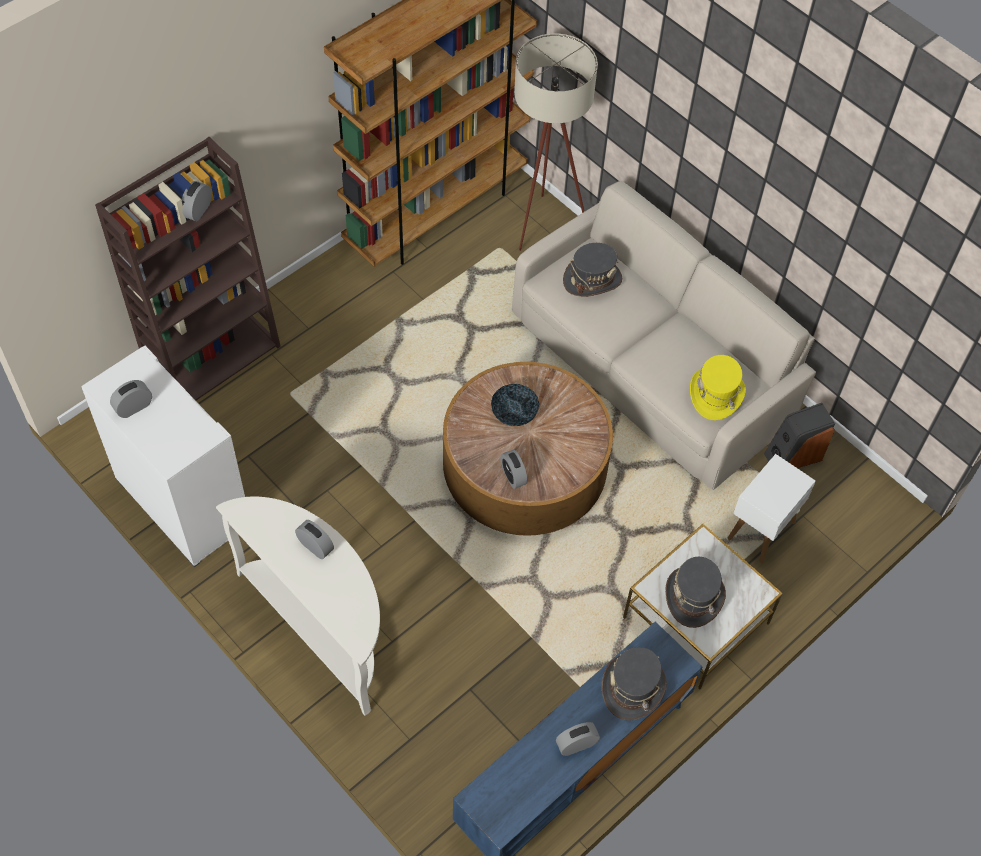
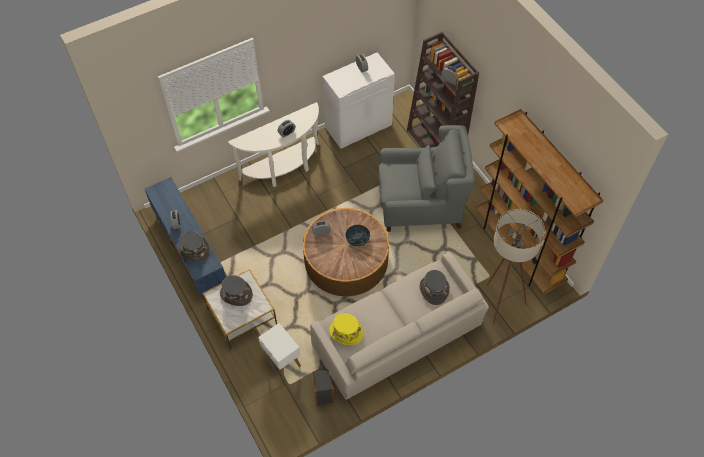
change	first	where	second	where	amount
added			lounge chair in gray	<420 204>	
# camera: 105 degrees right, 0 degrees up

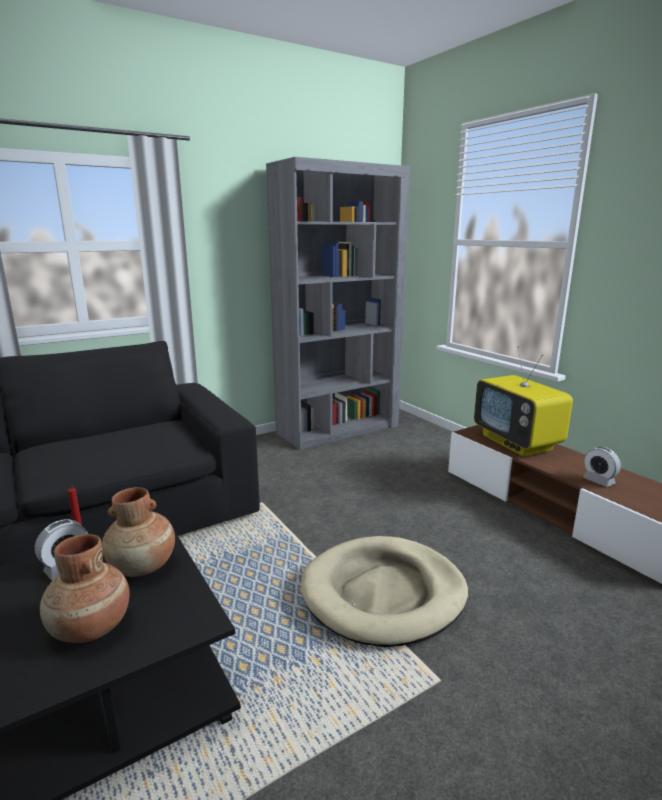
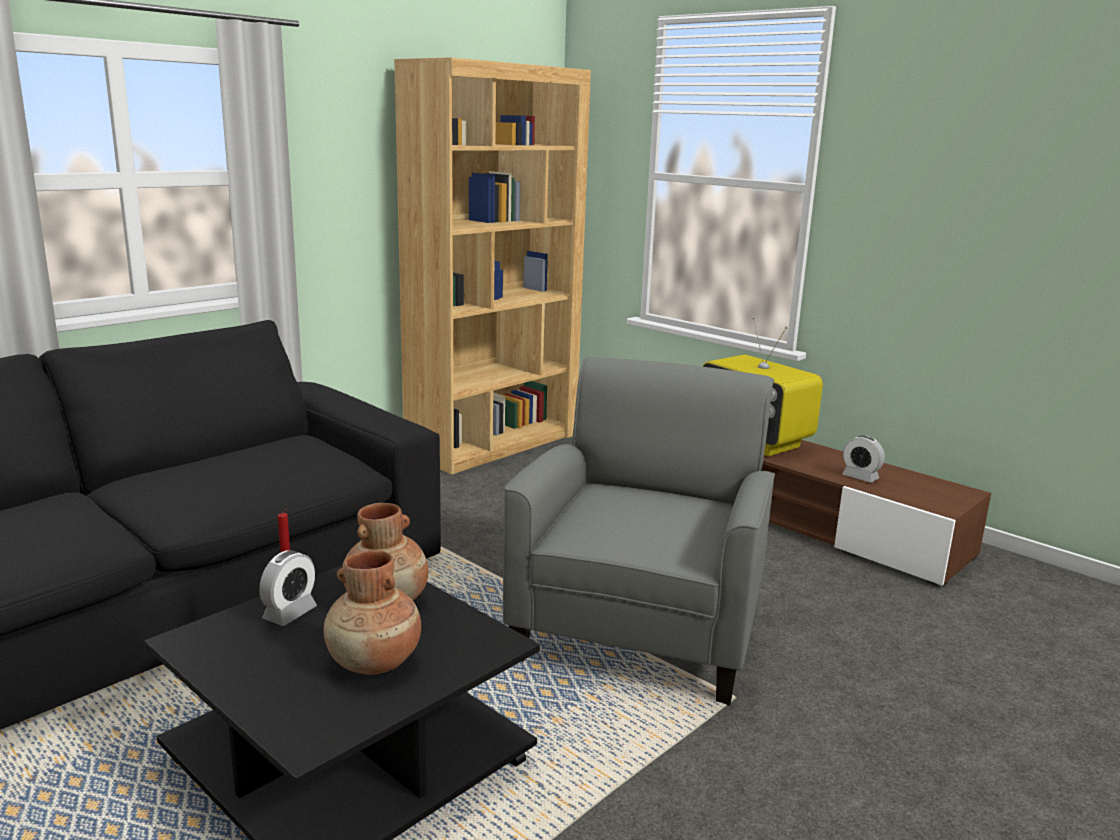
change	first	where	second	where	amount
recoloured	bookshelf in gray	<338 429>	bookshelf in brown	<494 444>	
replaced	dog cushion in beige	<383 594>	lounge chair in gray	<640 627>	
# camera: 15 degrees left, 0 degrees up

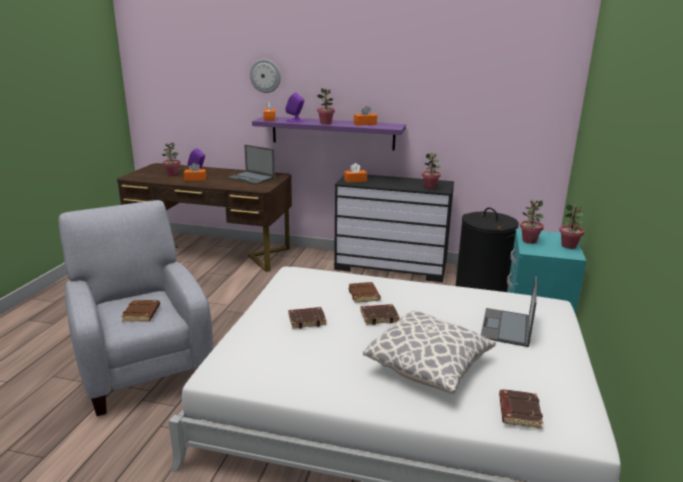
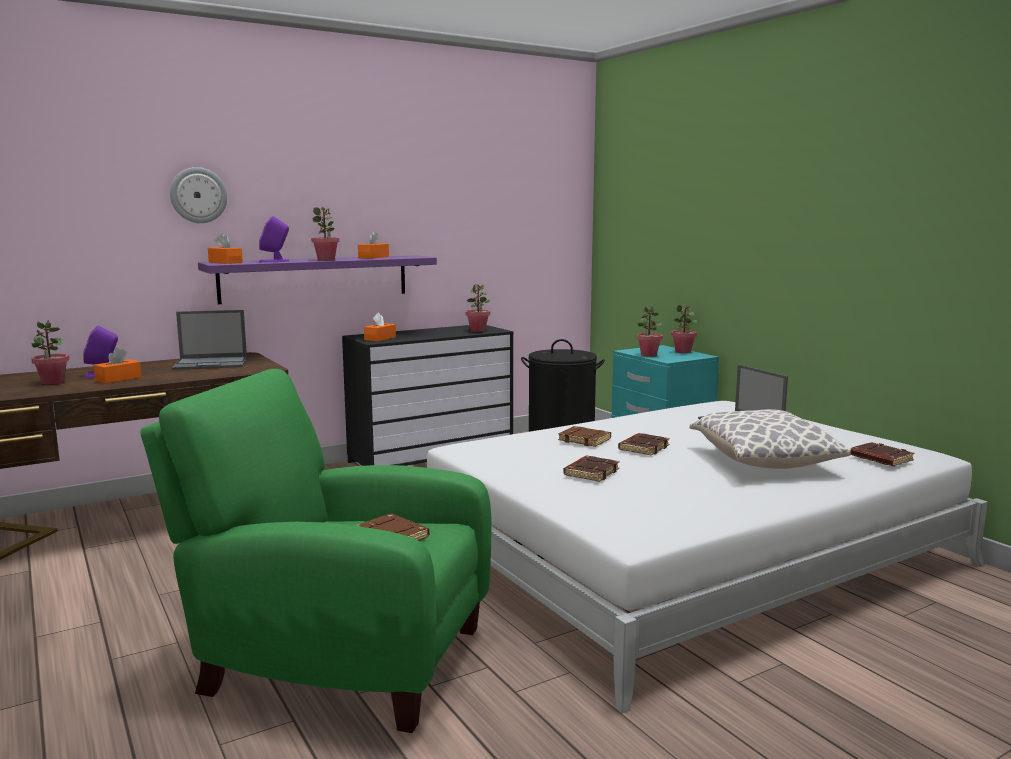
change	first	where	second	where	amount
recoloured	lounge chair in gray	<143 363>	lounge chair in greenish	<337 657>	
# camera: 45 degrees left, 10 degrees down

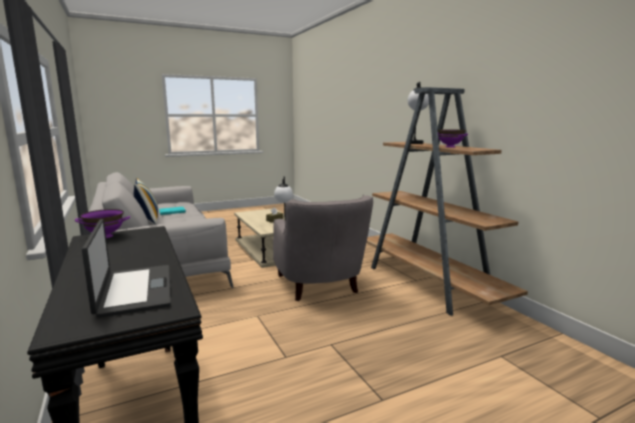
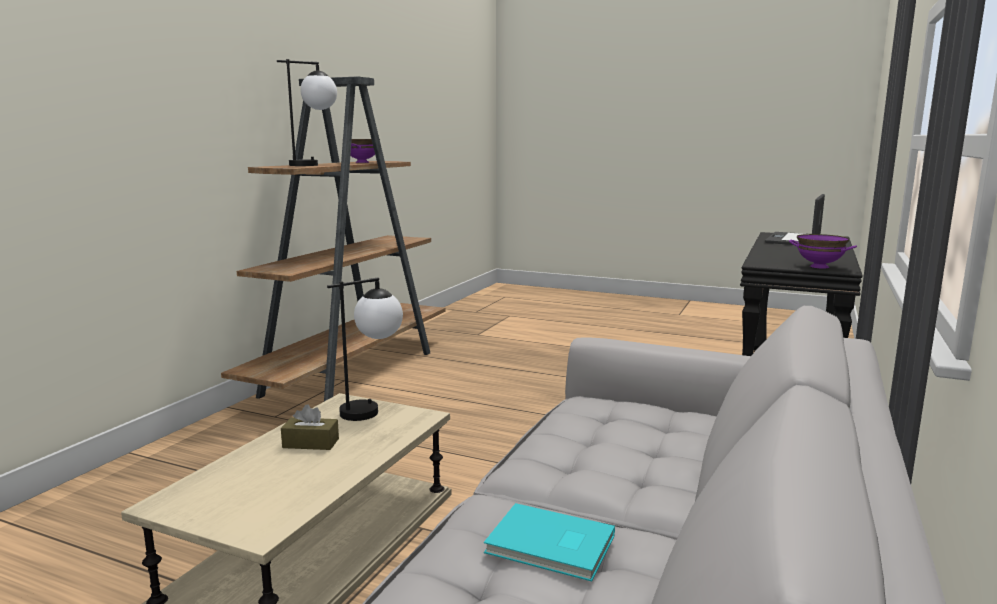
change	first	where	second	where	amount
removed	cushion	<148 219>			
removed	lounge chair in gray	<320 286>			
# camera: 130 degrees left, 0 degrees up

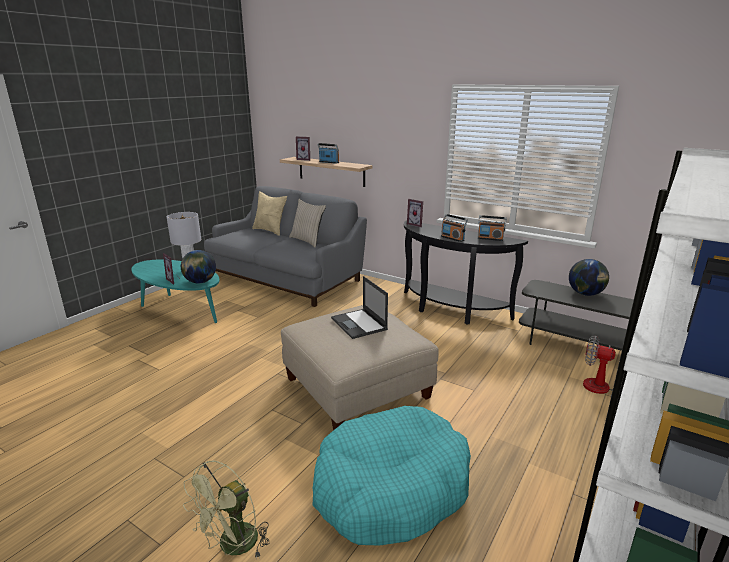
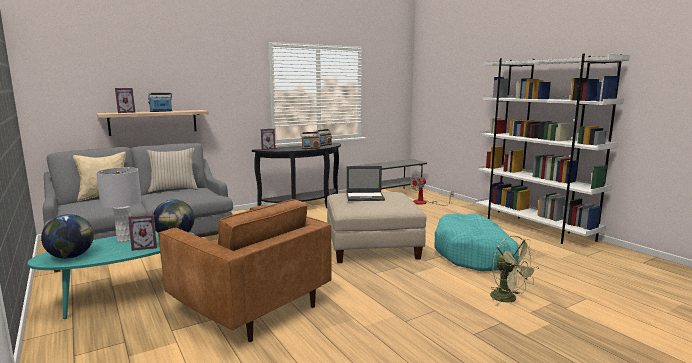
change	first	where	second	where	amount
moved	desk globe	<585 294>		<71 256>	
added			lounge chair in brown	<250 306>	
# camera: 65 degrees left, 10 degrees down

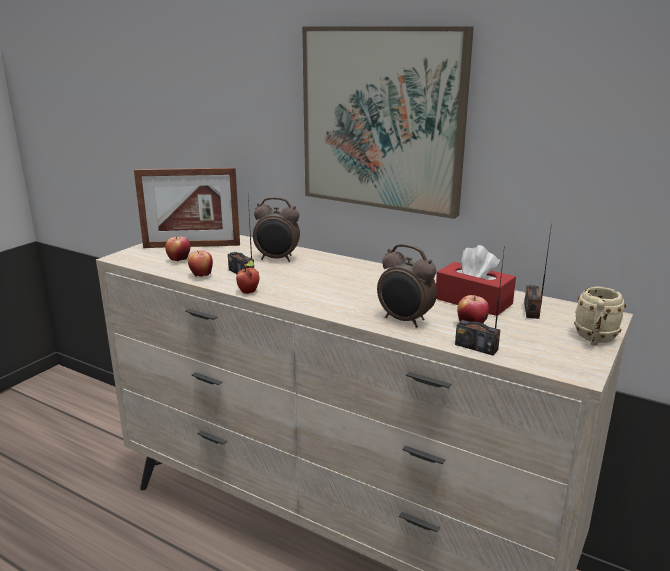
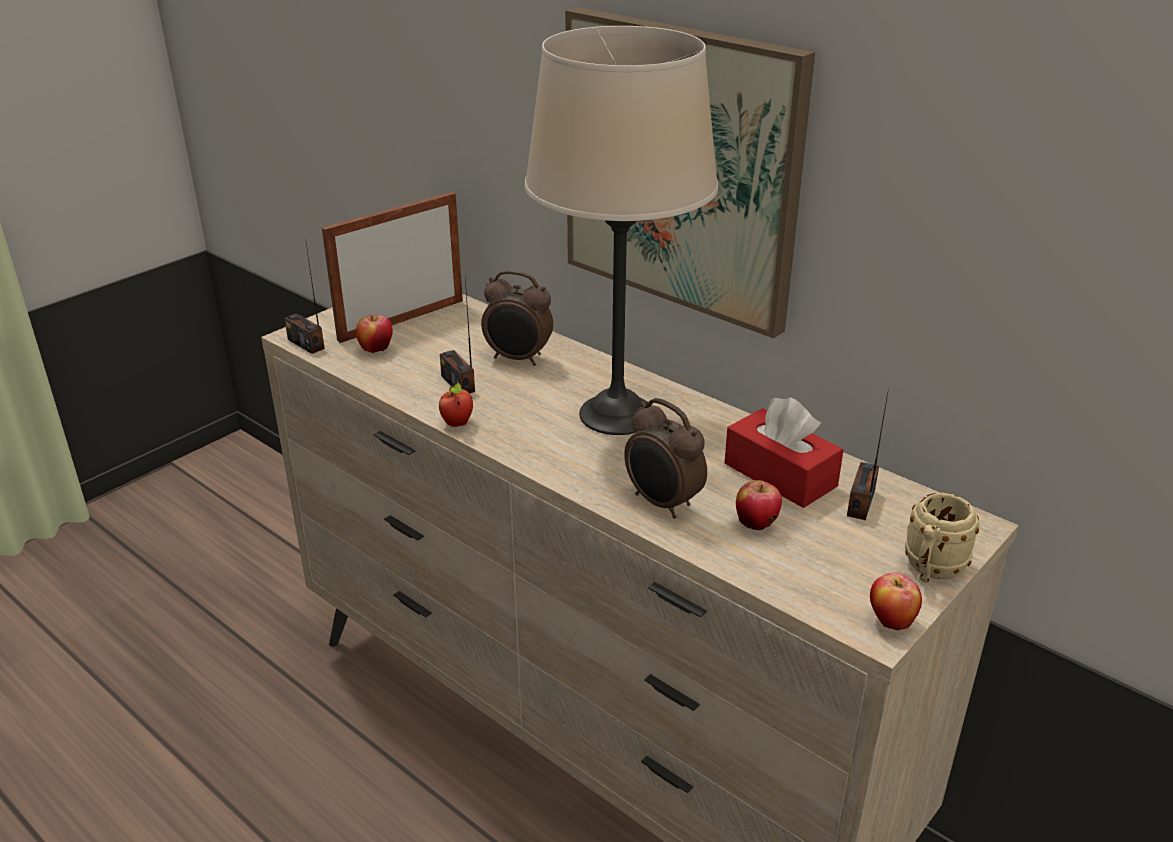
change	first	where	second	where	amount
turned	photo frame	<192 246>		<402 320>	135 degrees clockwise
moved	whole apple	<201 276>		<890 621>	
moved	radio	<476 347>		<306 344>	
added			table lamp in beige	<617 415>	
# camera: 10 degrees right, 10 degrees up

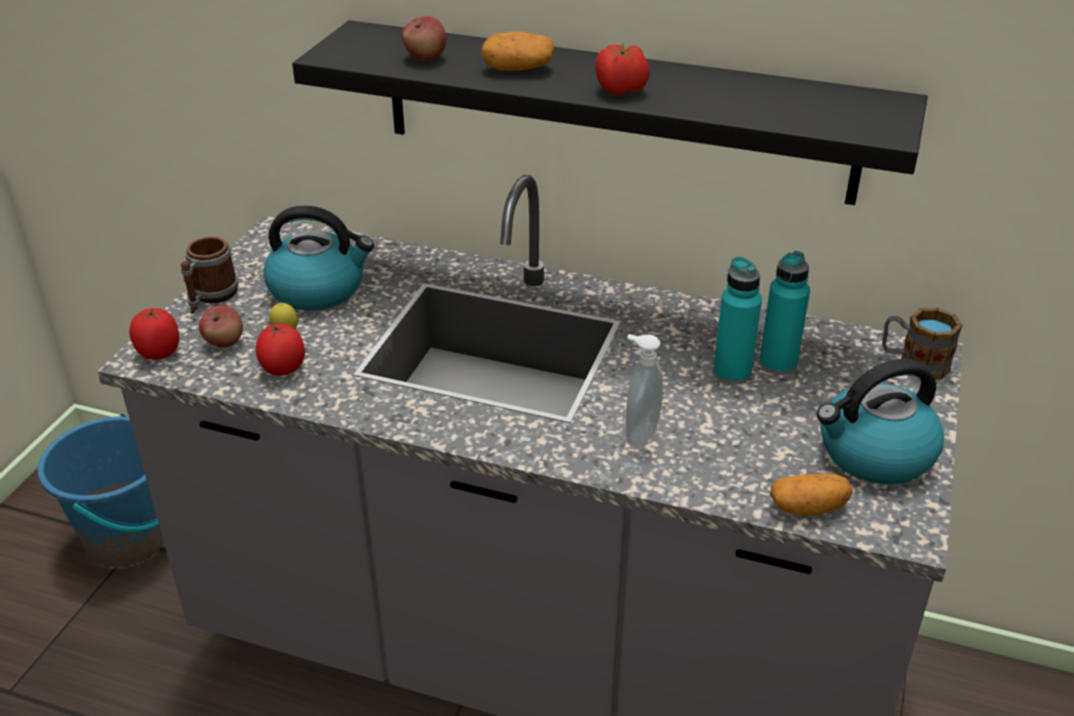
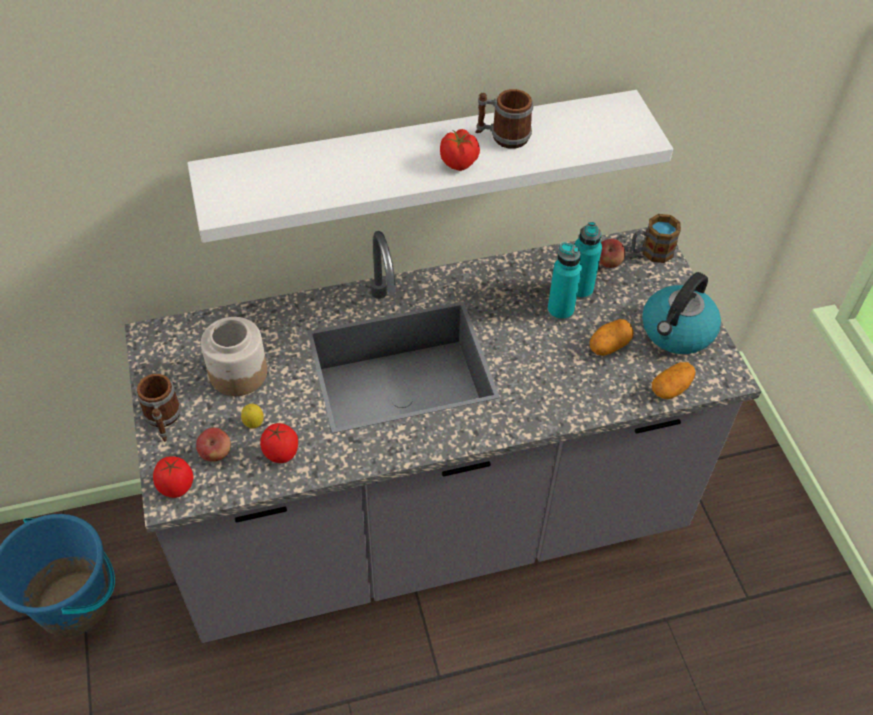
change	first	where	second	where	amount
moved	whole apple	<425 58>		<608 263>	
recoloured	shelf in black-coloured	<615 111>	shelf in whitish	<420 160>	
moved	whole potato	<518 69>		<609 345>	
replaced	tea kettle	<319 289>	preserve jar	<237 373>	
removed	soap dispenser	<639 434>			
added			tea mug	<502 136>	
# camera: 35 degrees left, 15 degrees up

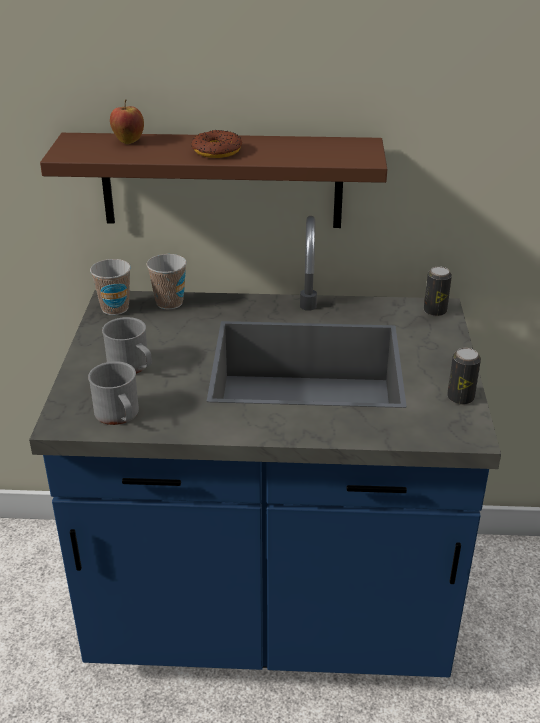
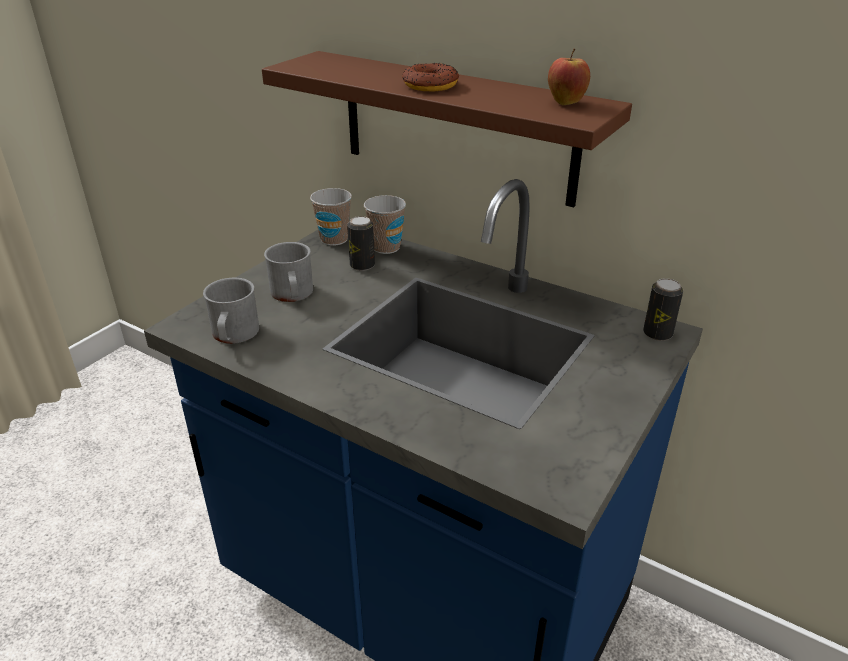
change	first	where	second	where	amount
moved	whole apple	<128 142>		<566 103>	
moved	sealed can	<460 398>		<362 265>	
# camera: 30 degrees right, 0 degrees up

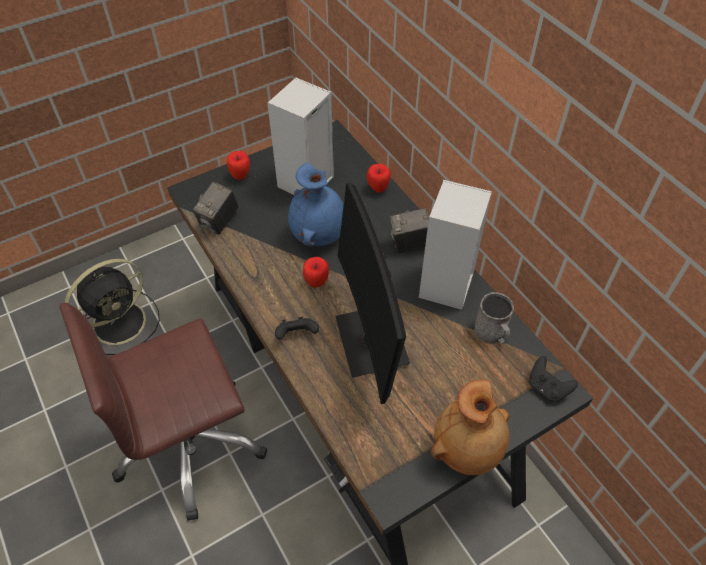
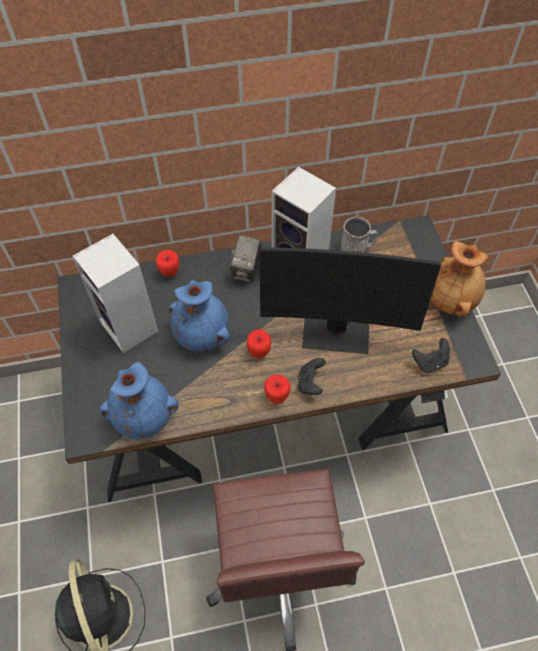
change	first	where	second	where	amount
moved	whole apple	<240 176>		<277 397>	
replaced	photo camera	<219 222>	decorative vase in blue	<144 417>	
moved	joypad in black-coloured	<547 388>		<430 362>	
# camera: 70 degrees left, 5 degrees up

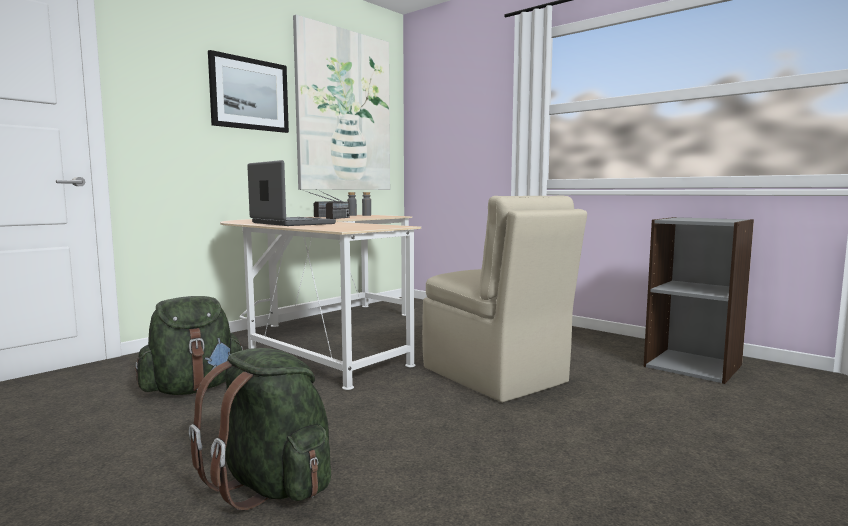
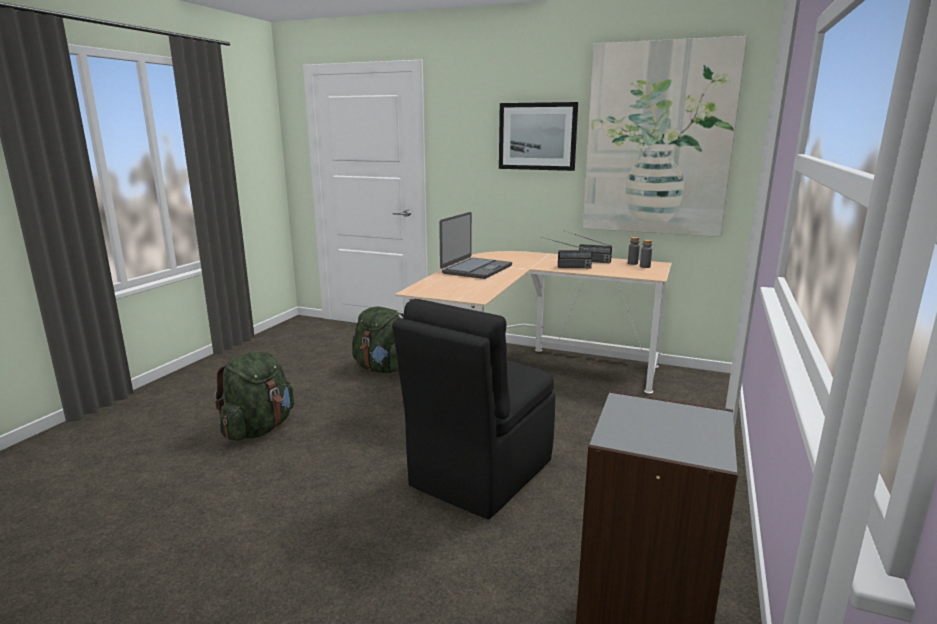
change	first	where	second	where	amount
recoloured	plain chair in beige	<496 376>	plain chair in black-coloured	<479 474>	
# camera: 70 degrees right, 10 degrees up

